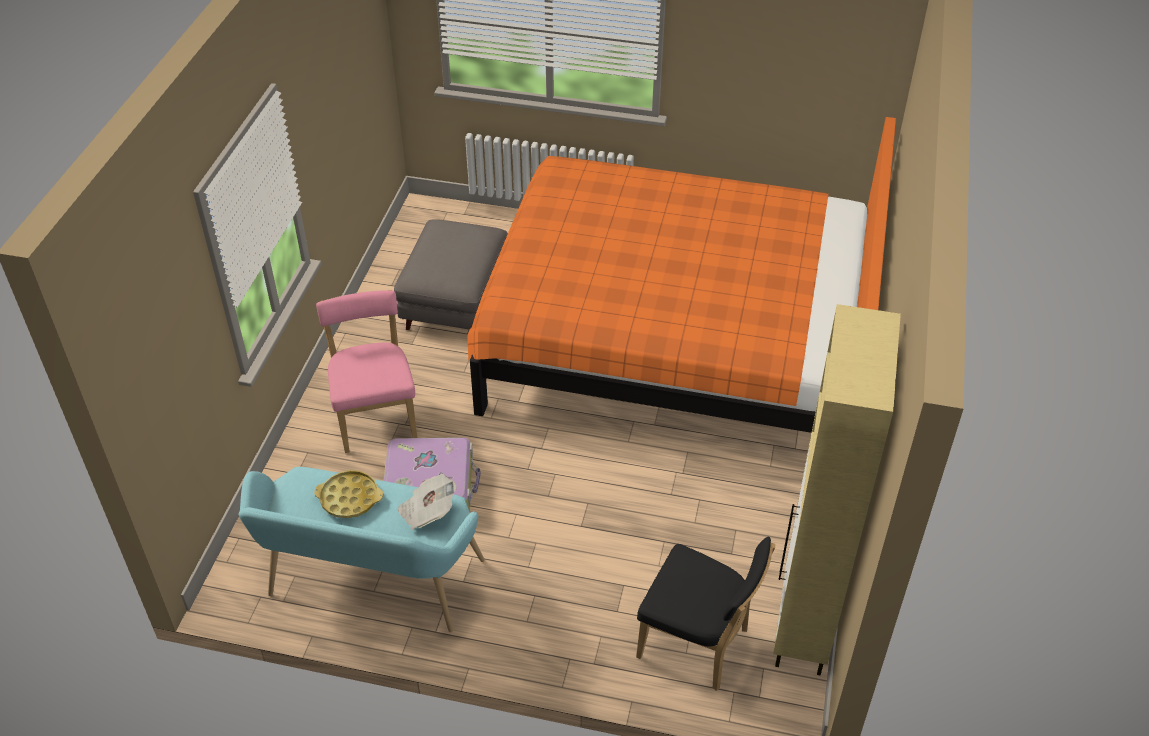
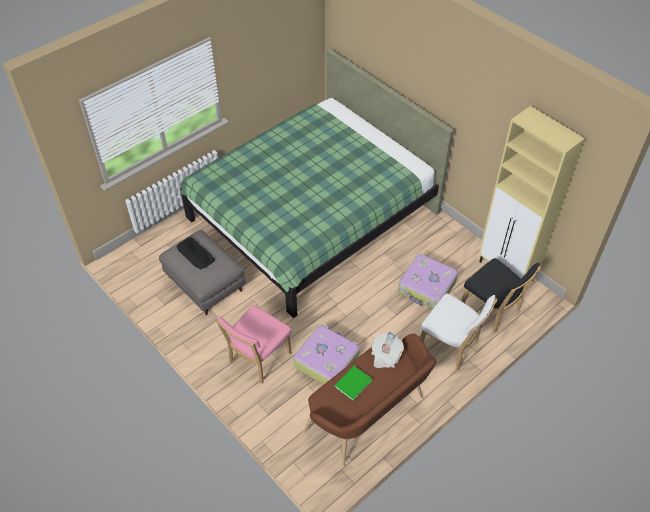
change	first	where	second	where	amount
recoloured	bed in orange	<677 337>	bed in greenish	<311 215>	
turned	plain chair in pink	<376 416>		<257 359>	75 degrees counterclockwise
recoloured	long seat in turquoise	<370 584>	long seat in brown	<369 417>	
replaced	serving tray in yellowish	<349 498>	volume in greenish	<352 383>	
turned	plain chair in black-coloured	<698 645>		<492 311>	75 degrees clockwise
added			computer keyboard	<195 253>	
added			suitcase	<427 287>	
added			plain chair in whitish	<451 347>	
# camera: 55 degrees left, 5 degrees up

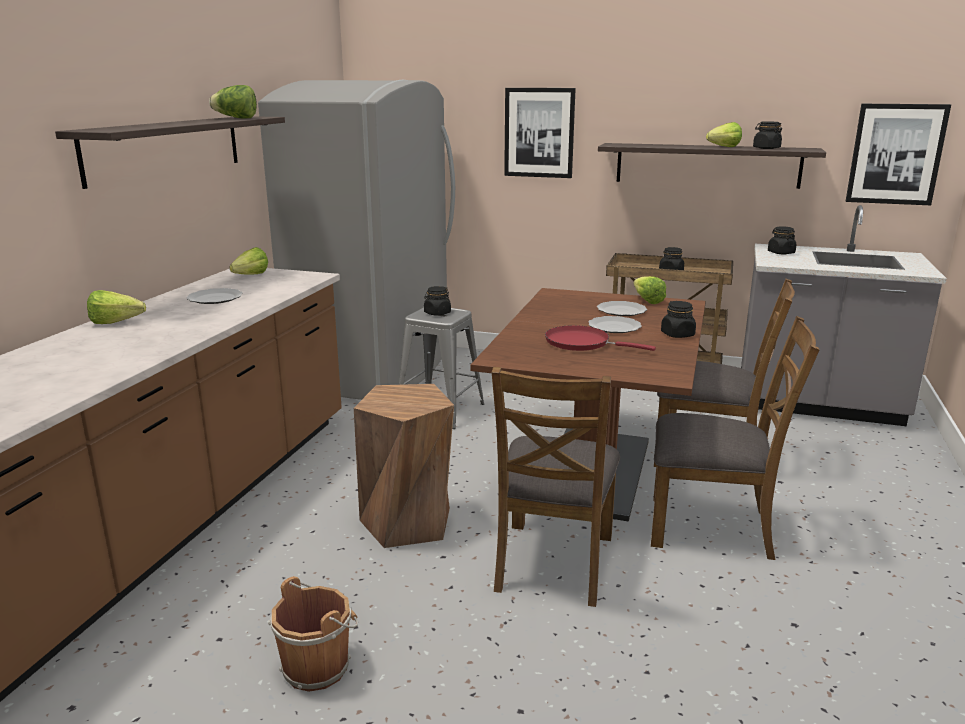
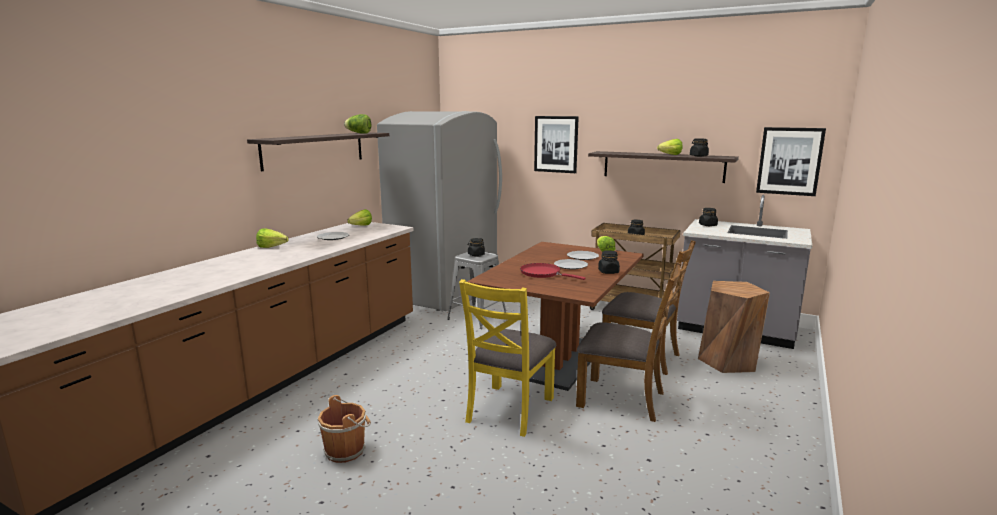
change	first	where	second	where	amount
recoloured	plain chair in brown	<553 562>	plain chair in yellowish	<509 409>	
moved	stool seat in brown	<407 522>		<727 361>	
# camera: 10 degrees right, 5 degrees down

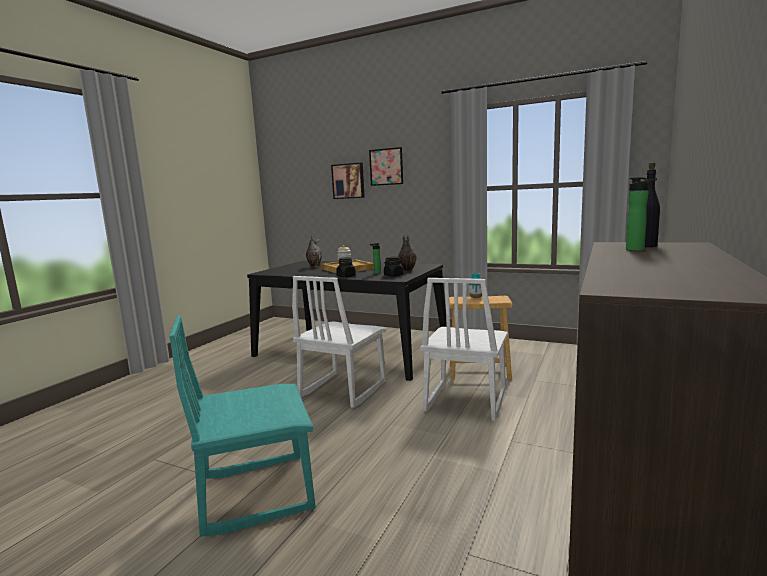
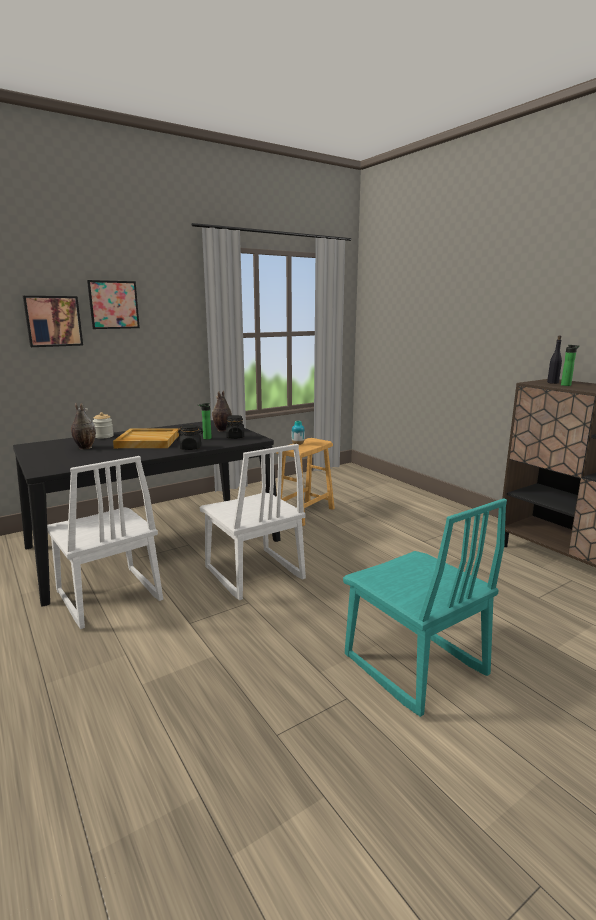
change	first	where	second	where	amount
moved	plain chair in whitish	<465 401>		<107 597>	
turned	plain chair in turquoise	<256 492>		<413 666>	45 degrees counterclockwise
# camera: 60 degrees left, 5 degrees up

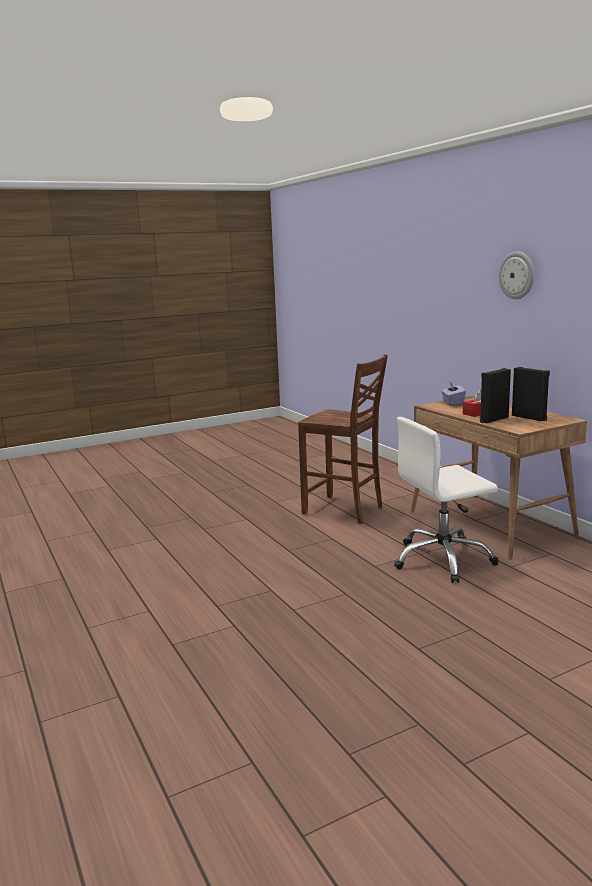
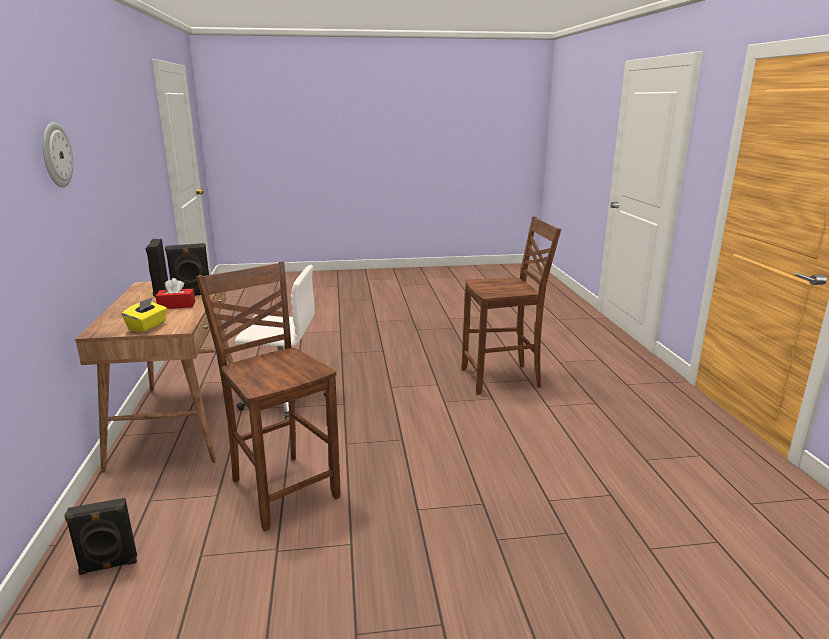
change	first	where	second	where	amount
recoloured	tissue box in purplish	<452 403>	tissue box in yellowish	<148 326>	
added			plain chair in brown	<502 379>	
added			speaker in black-coloured	<108 566>	
# camera: 160 degrees left, 5 degrees up

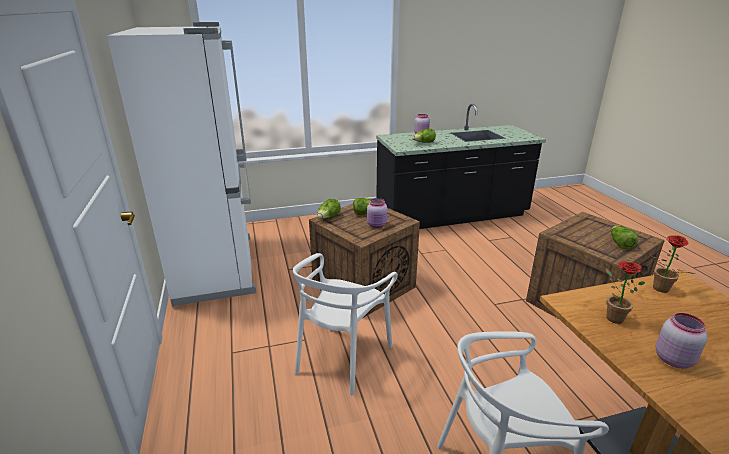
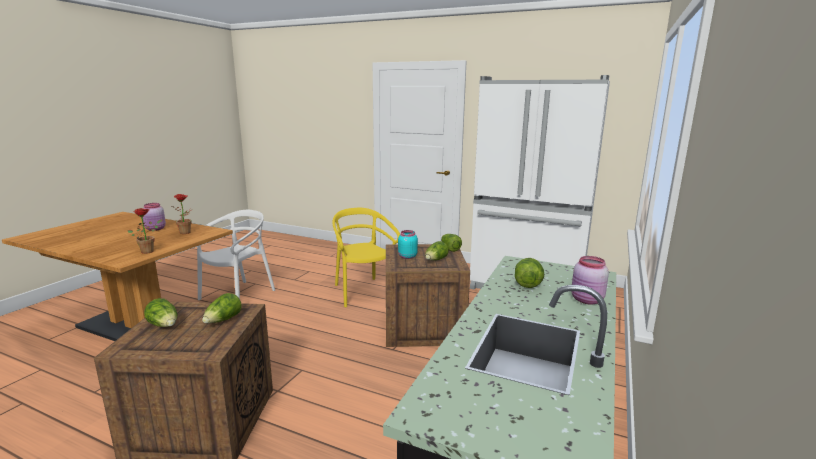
change	first	where	second	where	amount
recoloured	preserve jar in pink	<377 225>	preserve jar in turquoise	<407 256>	
recoloured	plain chair in whitish	<342 357>	plain chair in yellowish	<363 292>	
added			lettuce head	<223 320>	
# camera: 130 degrees right, 10 degrees down

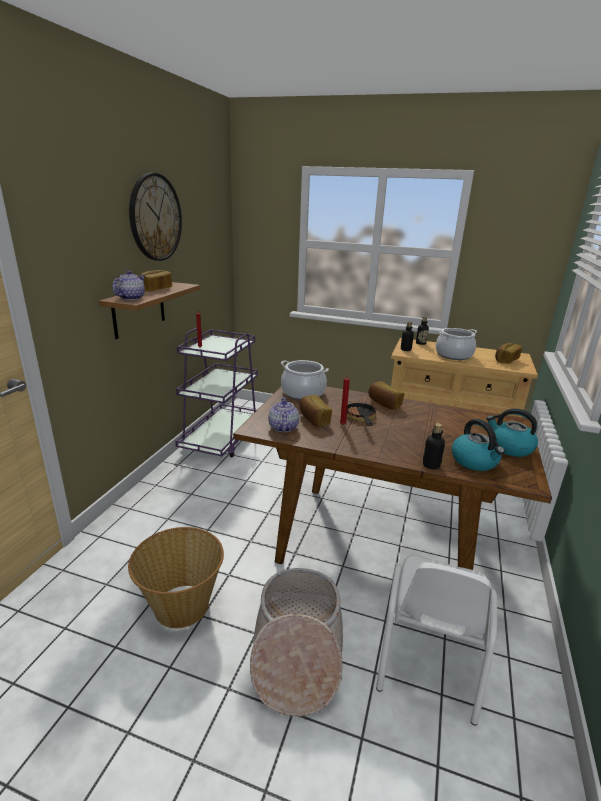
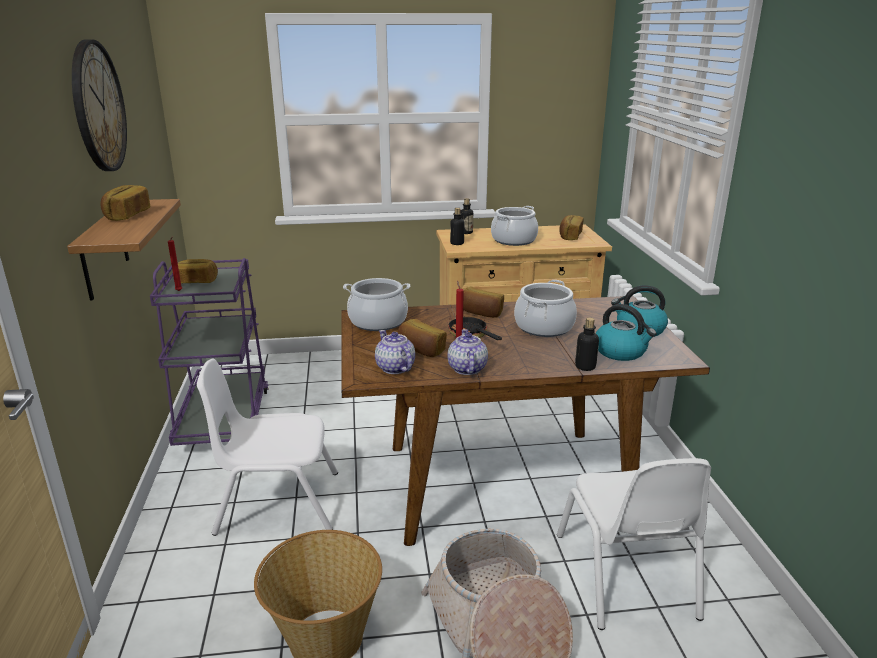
change	first	where	second	where	amount
moved	tea pot	<131 298>		<466 368>	
added			bread	<197 281>	
added			saucepot	<544 327>	
added			plain chair in whitish	<278 503>	
# camera: 25 degrees left, 0 degrees up

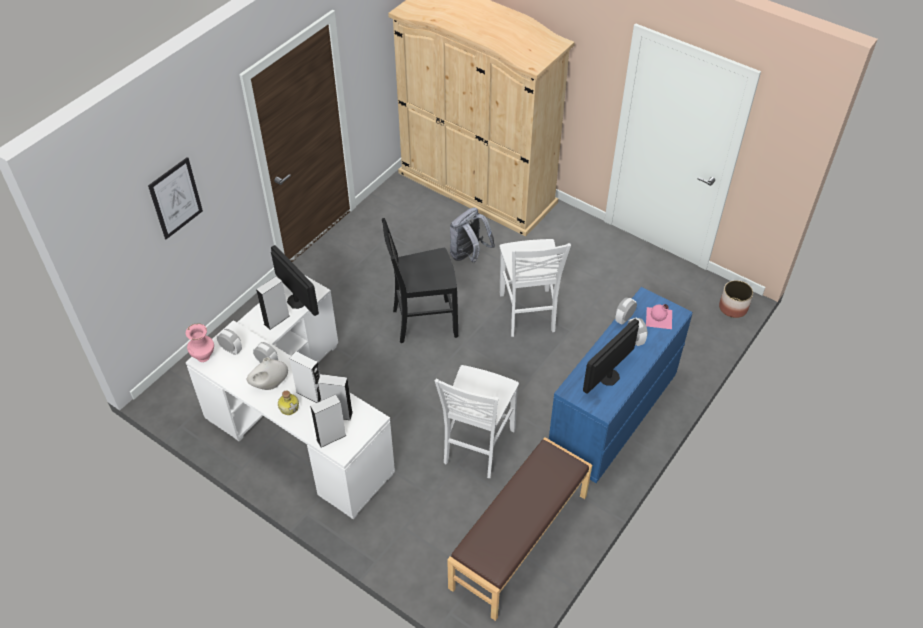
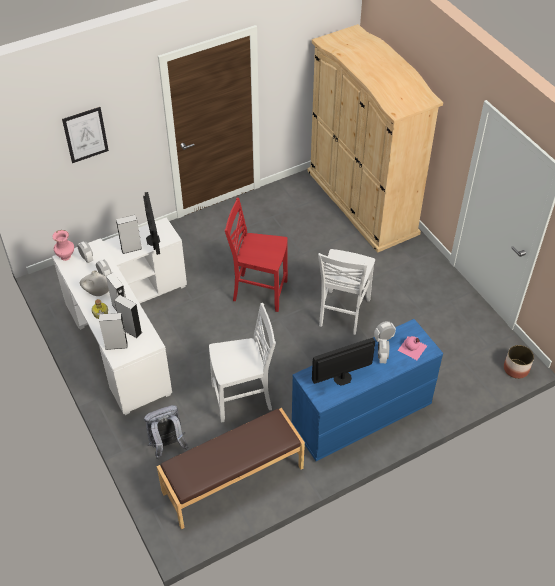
change	first	where	second	where	amount
moved	knapsack in gray	<469 255>		<167 445>	
recoloured	plain chair in black-coloured	<423 322>	plain chair in red-coloured	<258 291>	
turned	plain chair in whitish	<477 447>		<243 398>	150 degrees counterclockwise
# camera: 25 degrees right, 0 degrees up

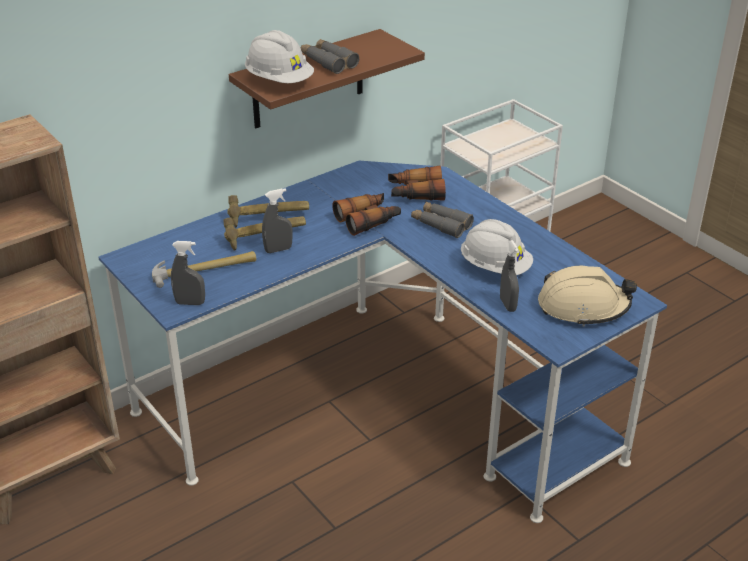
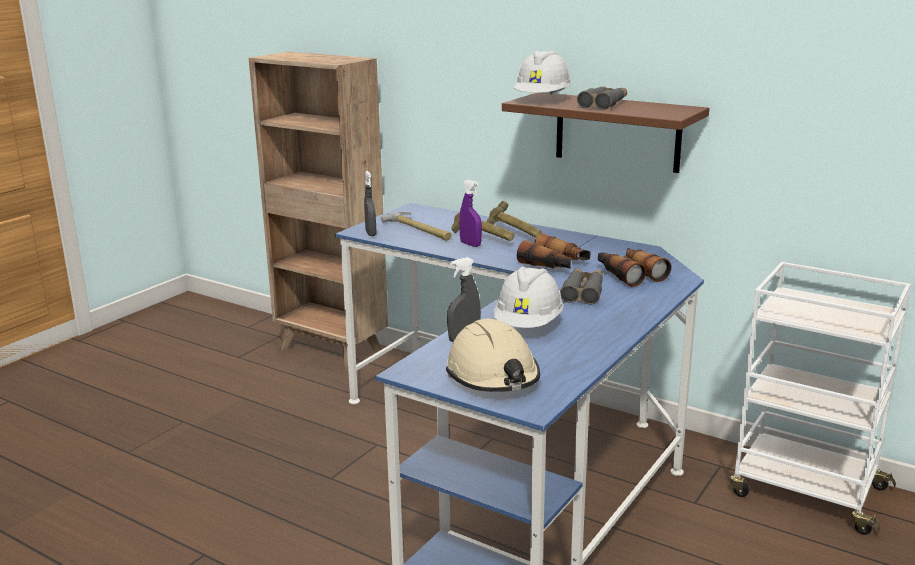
change	first	where	second	where	amount
recoloured	sprayer in gray	<278 250>	sprayer in purplish	<470 244>	
# camera: 70 degrees right, 15 degrees down

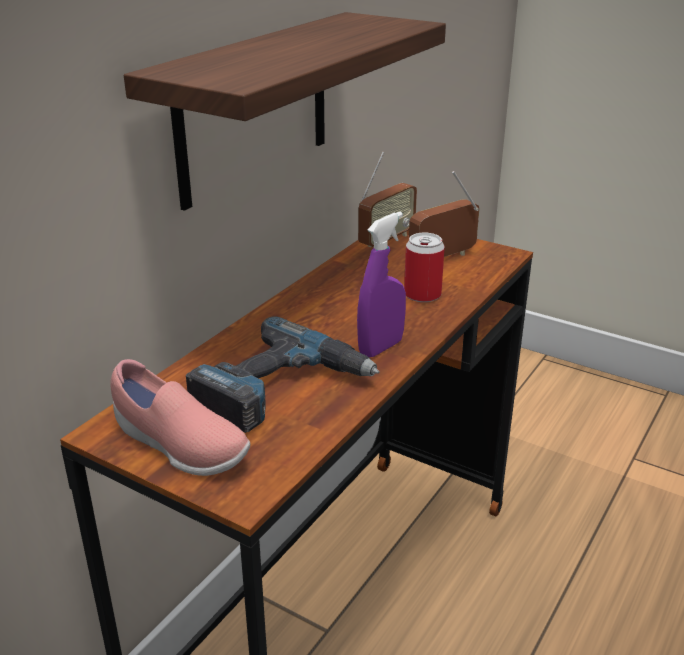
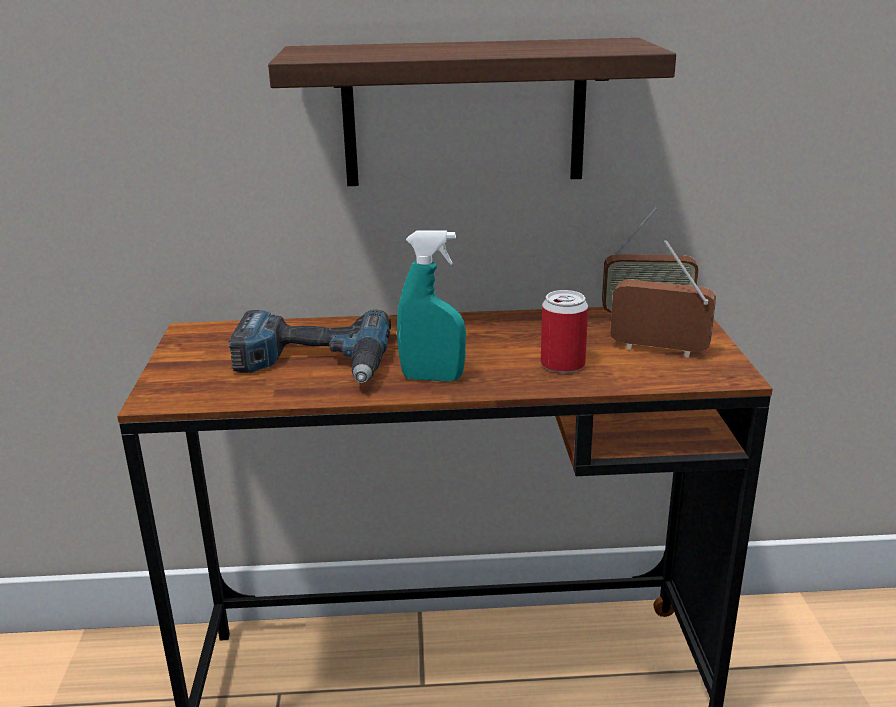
change	first	where	second	where	amount
recoloured	sprayer in purplish	<380 348>	sprayer in turquoise	<432 378>	
removed	low shoe in pink	<179 446>			
# camera: 55 degrees right, 5 degrees down

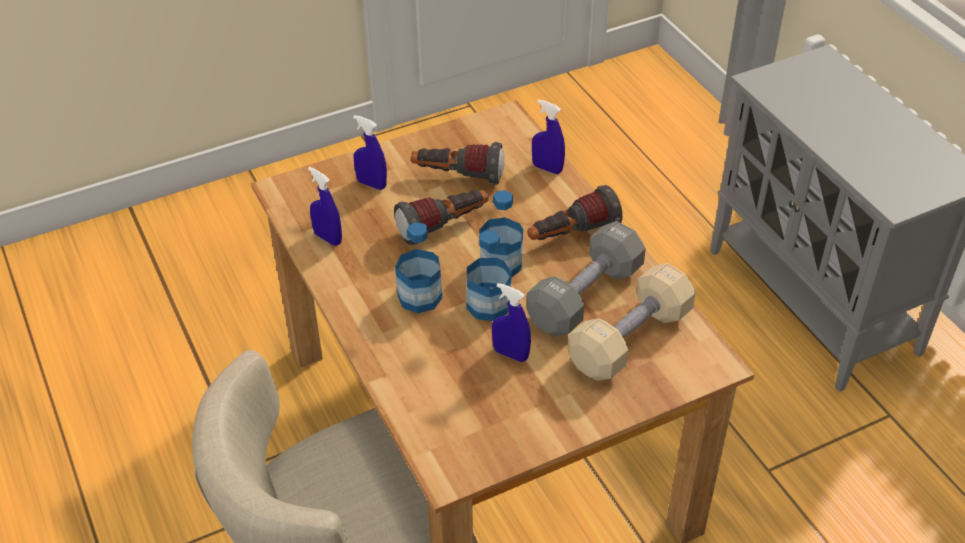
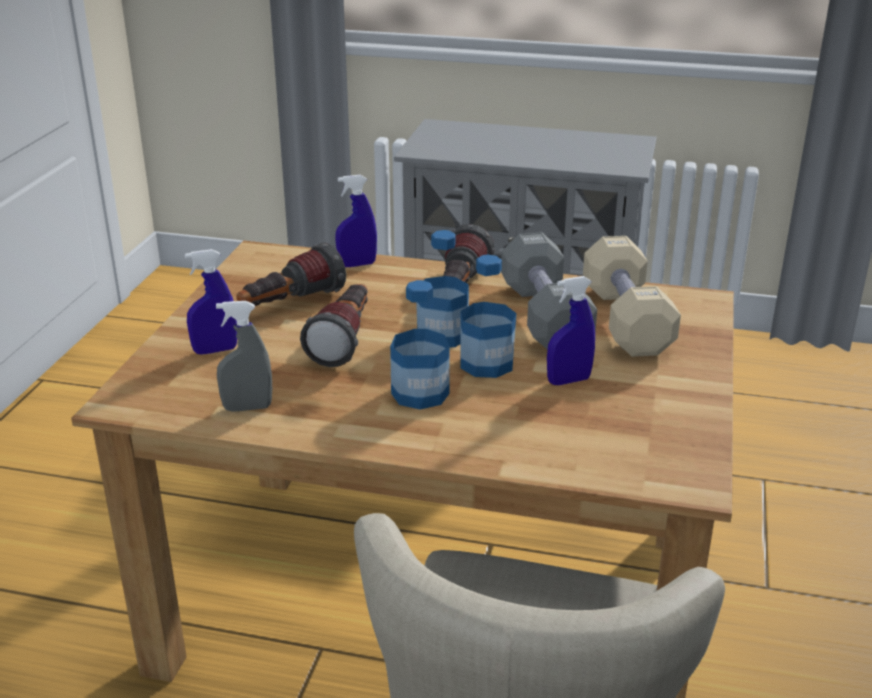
change	first	where	second	where	amount
recoloured	sprayer in blue	<328 238>	sprayer in gray	<247 408>	
# camera: 50 degrees left, 15 degrees down

